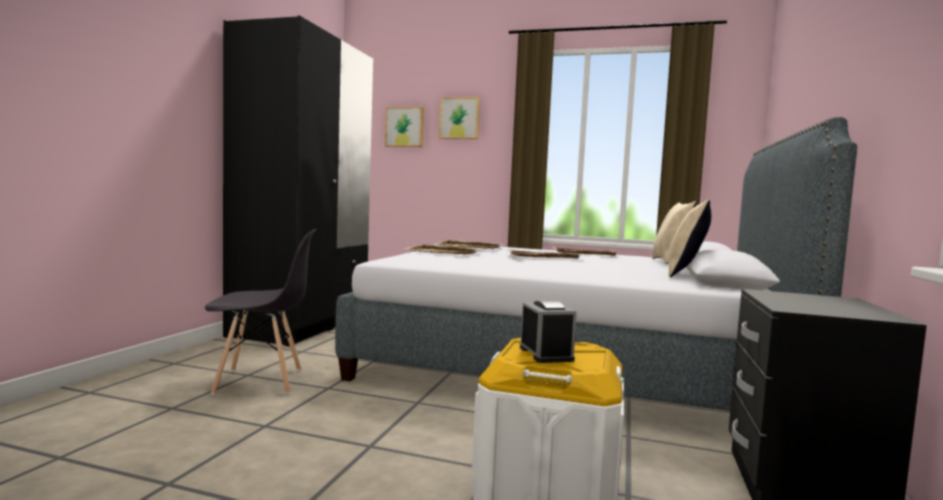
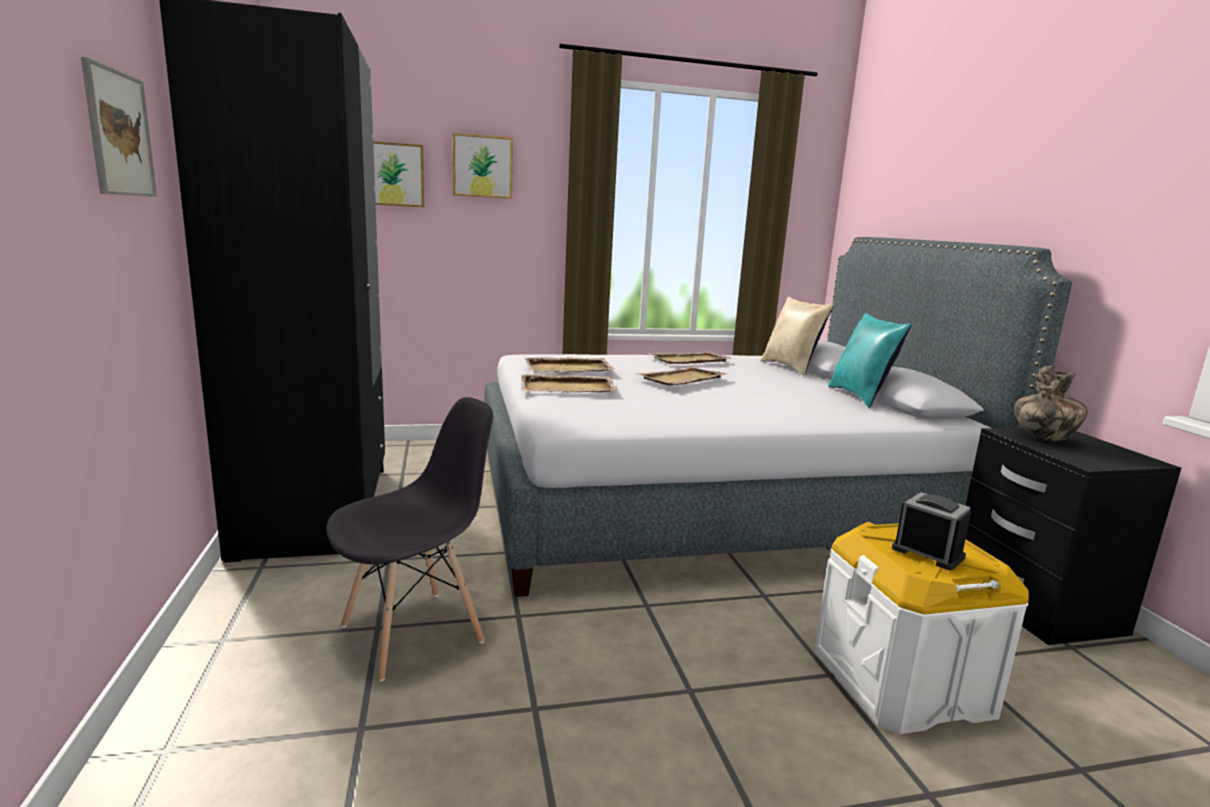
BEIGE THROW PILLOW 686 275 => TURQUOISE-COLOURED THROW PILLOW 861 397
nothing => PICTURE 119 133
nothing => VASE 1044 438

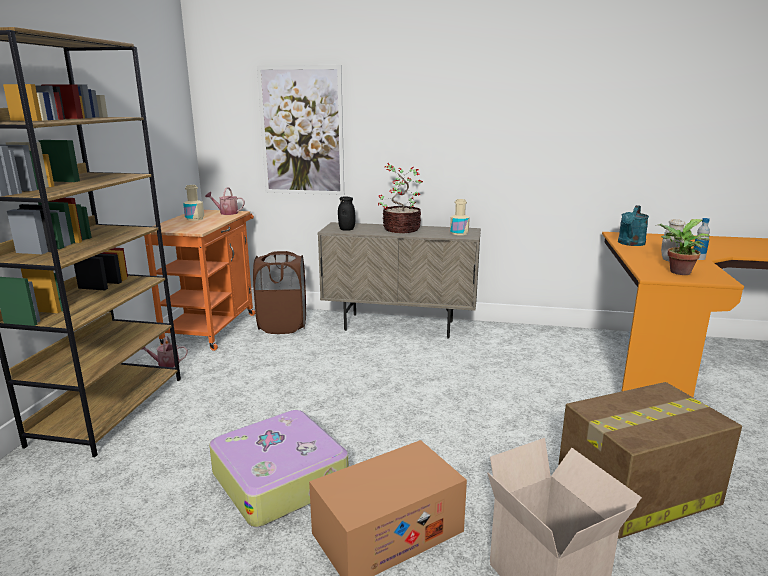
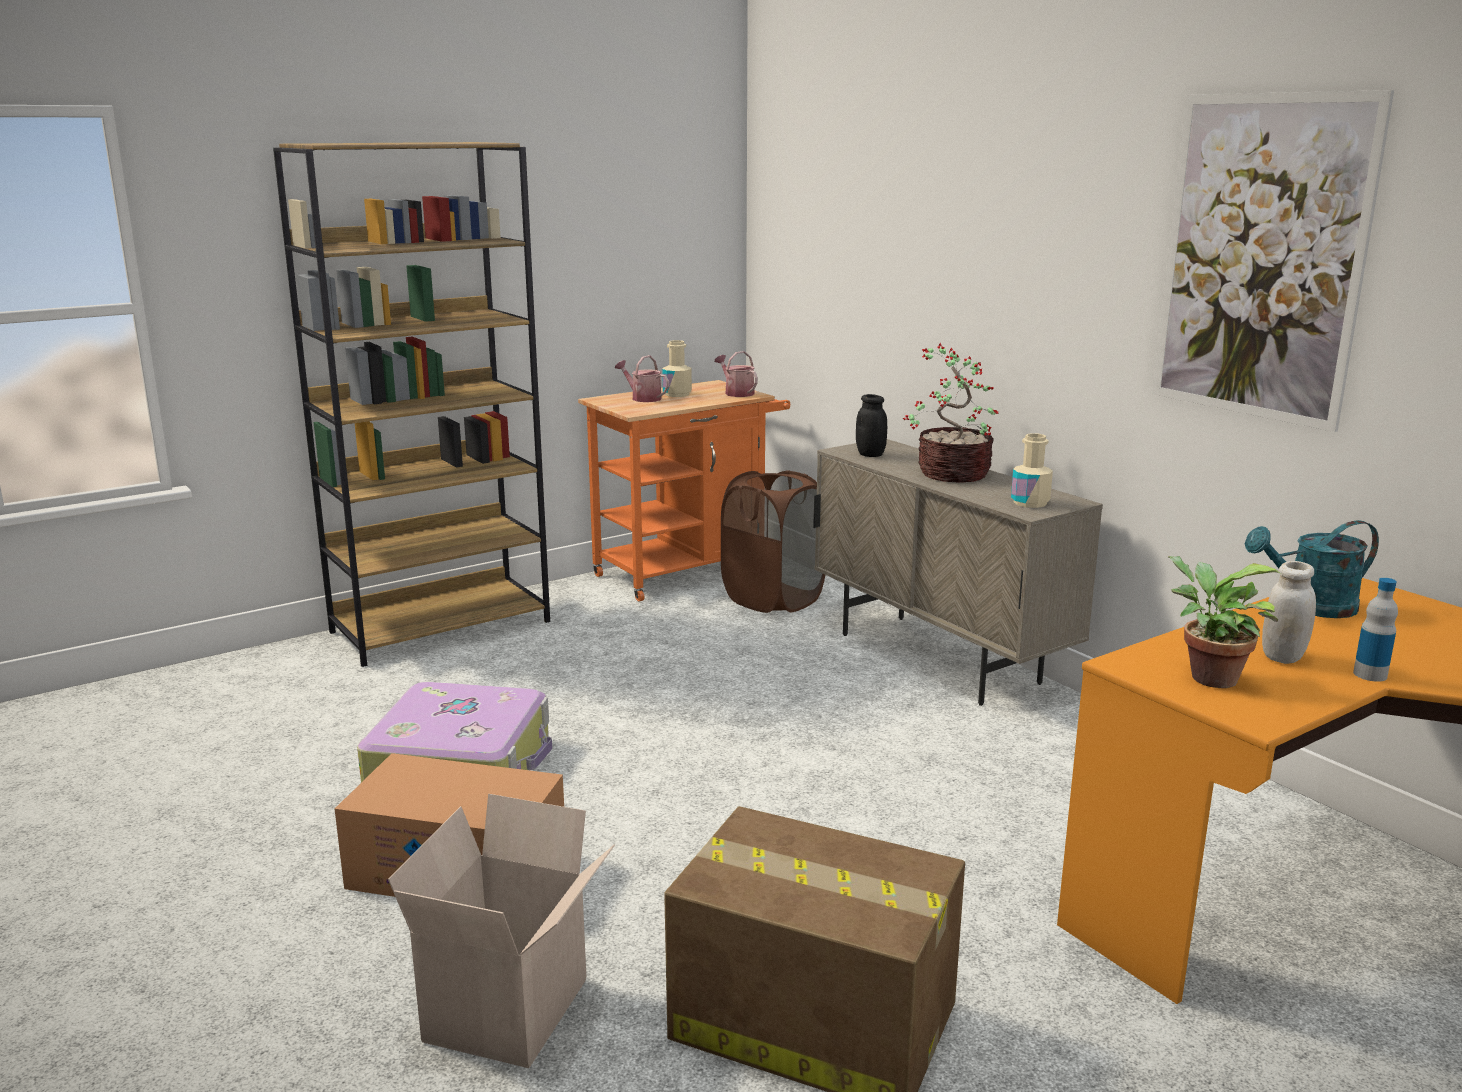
PICTURE 301 131 => PICTURE 1261 258, relocated
SPRINKLING CAN 165 364 => SPRINKLING CAN 643 398, relocated

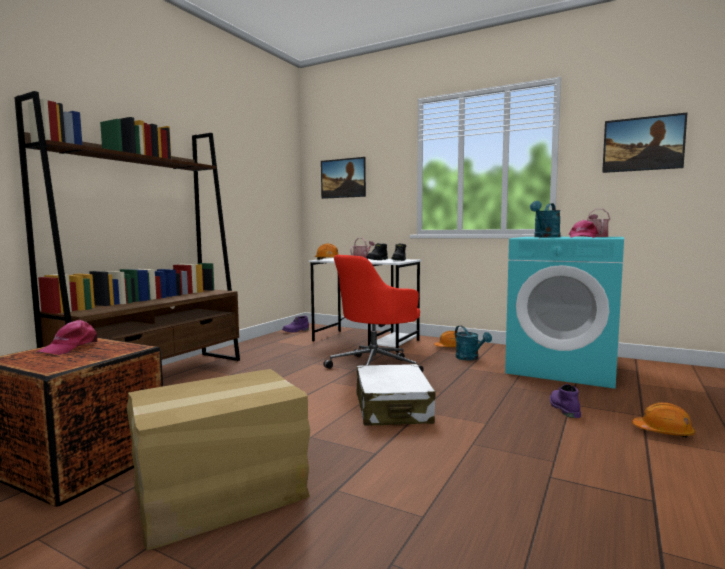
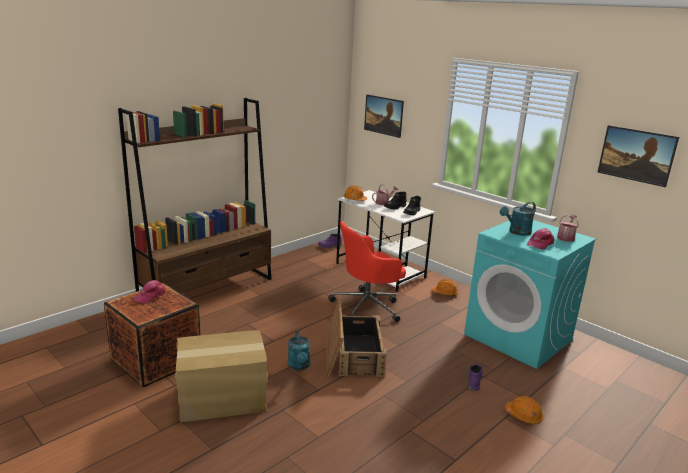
TURQUOISE-COLOURED SPRINKLING CAN 470 358 => TURQUOISE-COLOURED SPRINKLING CAN 299 366, relocated
WHITISH PIECE OF LUGGAGE 392 409 => SHIPPING CRATE 352 354

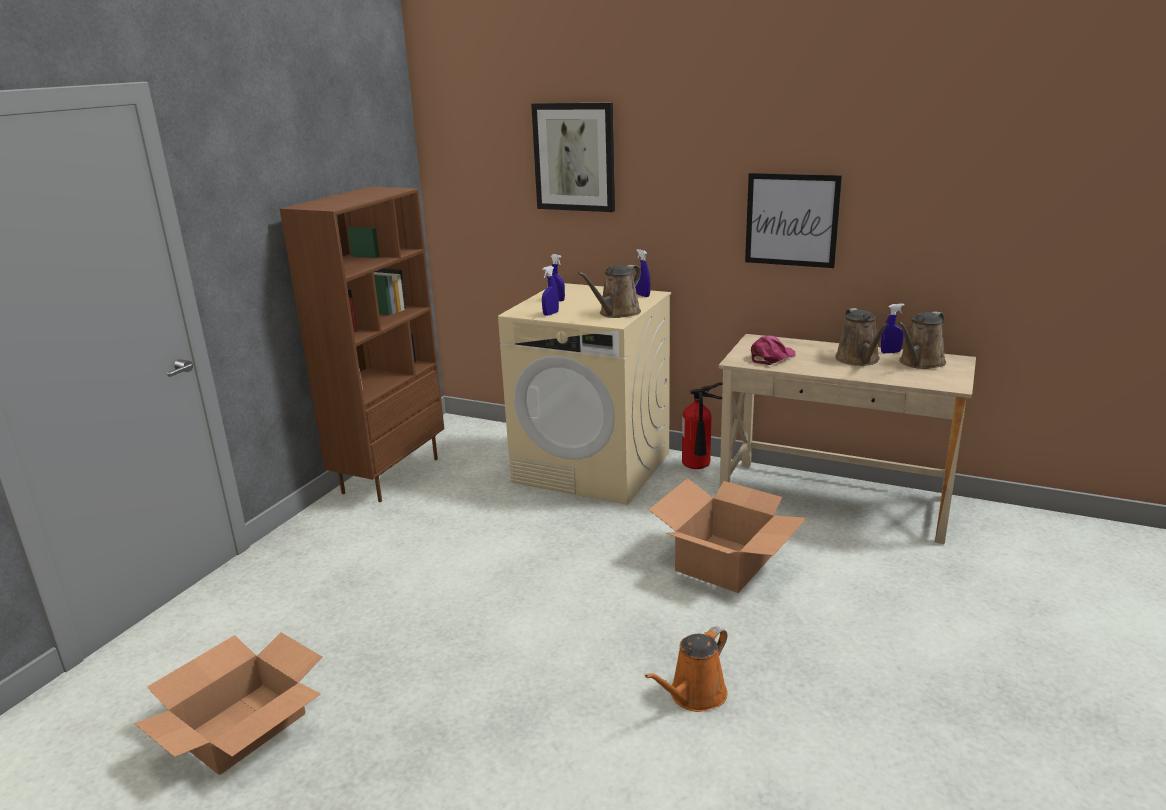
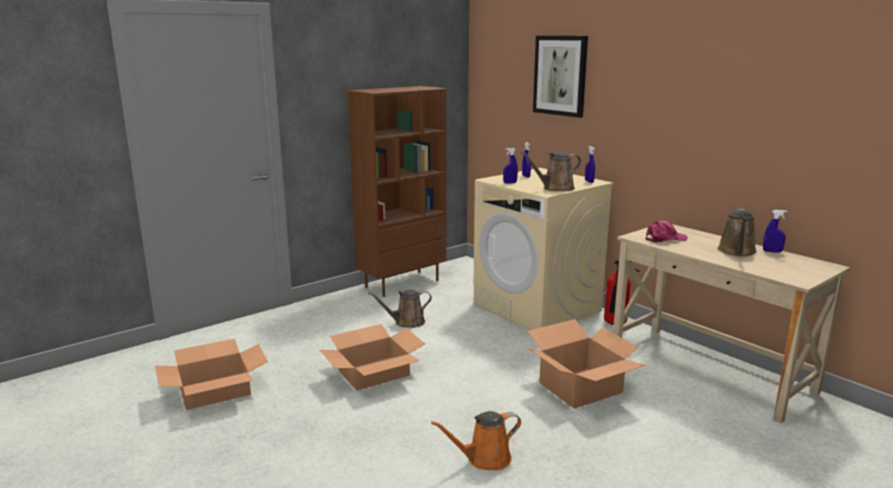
PICTURE 791 220 => nothing
BROWNISH SPRINKLING CAN 920 363 => BROWNISH SPRINKLING CAN 407 322, relocated
nothing => PACKING BOX 374 373

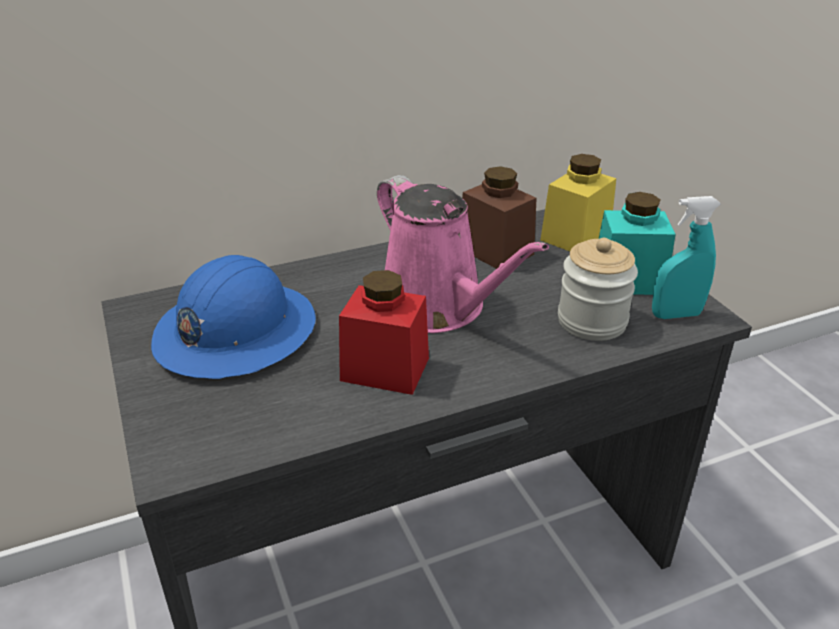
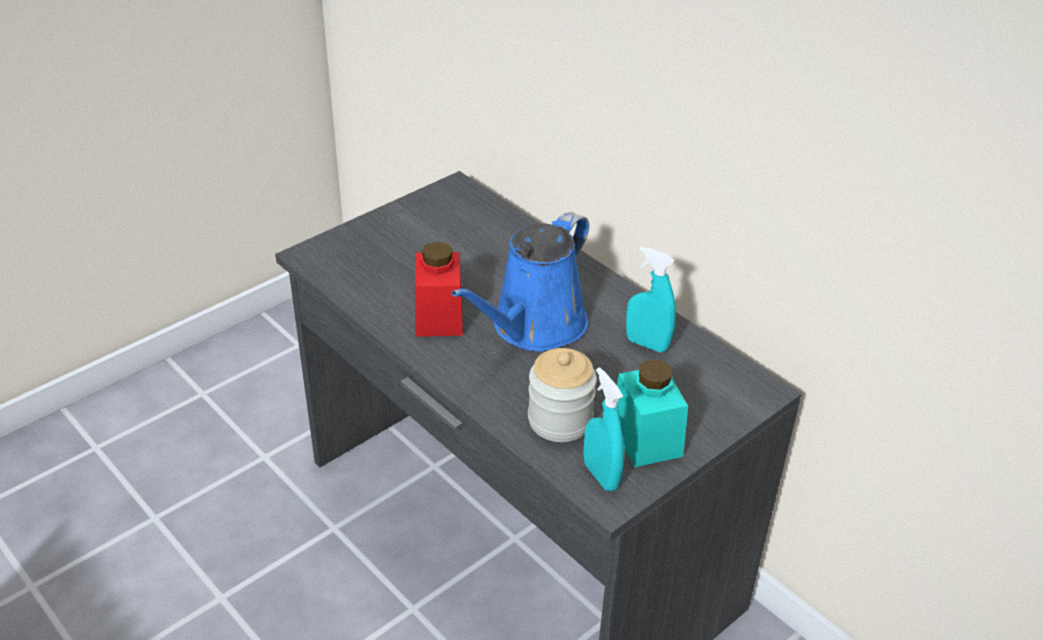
YELLOWISH JAR 575 236 => nothing
BROWNISH JAR 495 251 => TURQUOISE-COLOURED SPRAYER 647 344
PINK SPRINKLING CAN 438 307 => BLUISH SPRINKLING CAN 533 327
BLUISH WORK HELMET 235 333 => nothing

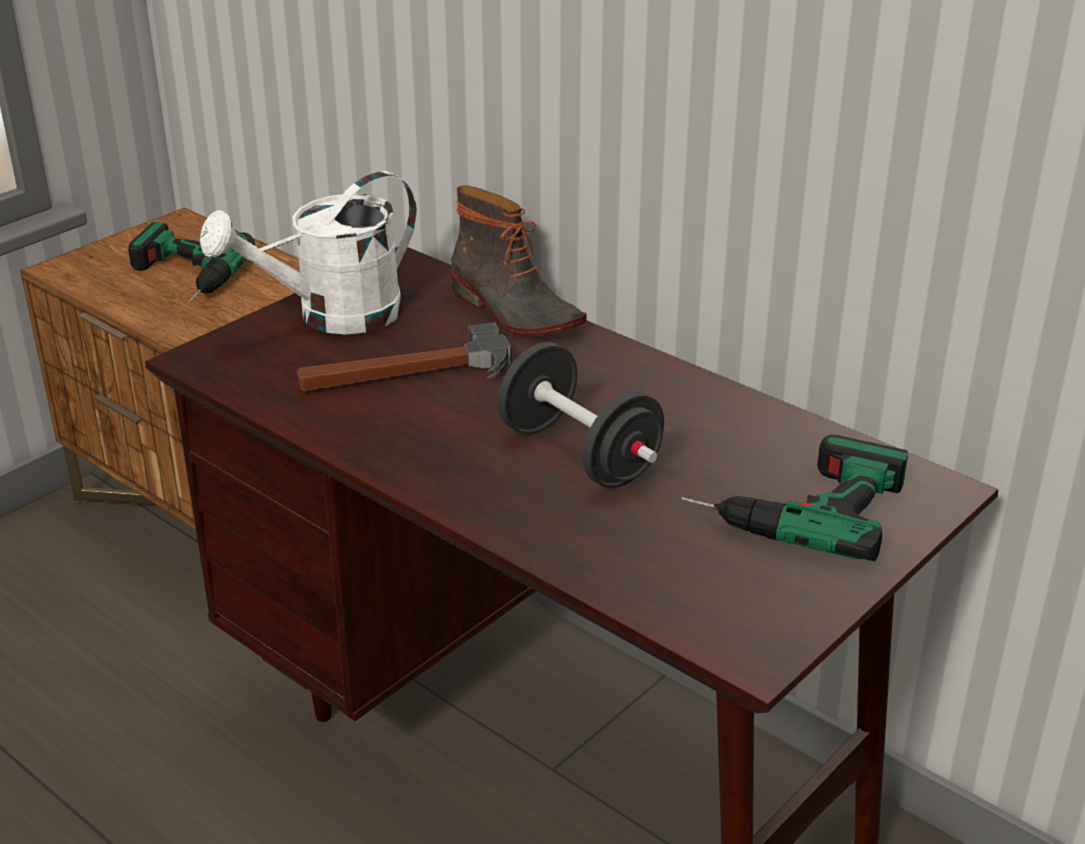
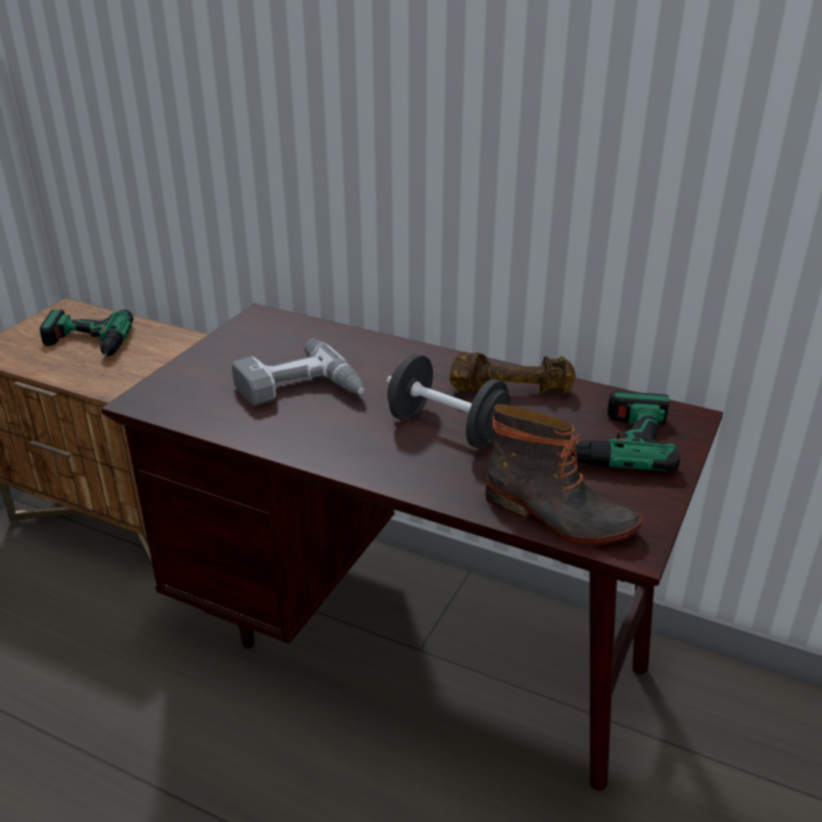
WHITISH SPRINKLING CAN 332 317 => nothing
BOOT 513 313 => BOOT 558 517, relocated
TOOL HAMMER 406 374 => ELECTRIC DRILL 300 391
nothing => BROWNISH FREE WEIGHT 511 390

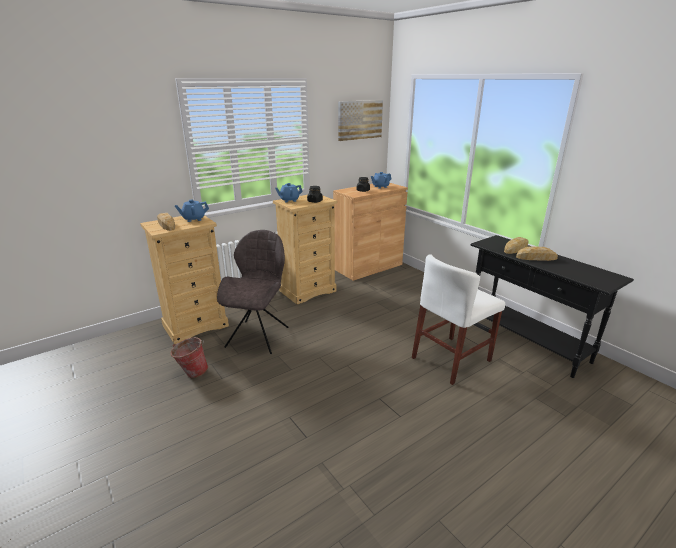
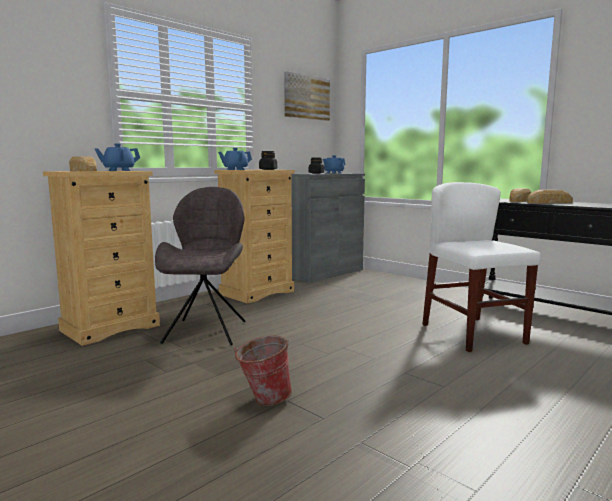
BROWNISH STORAGE CABINET 368 267 => GRAY STORAGE CABINET 323 272
WHITISH CHAIR 451 359 => WHITISH CHAIR 473 334, 120 degrees clockwise
WATER BUCKET 192 372 => WATER BUCKET 263 399, relocated

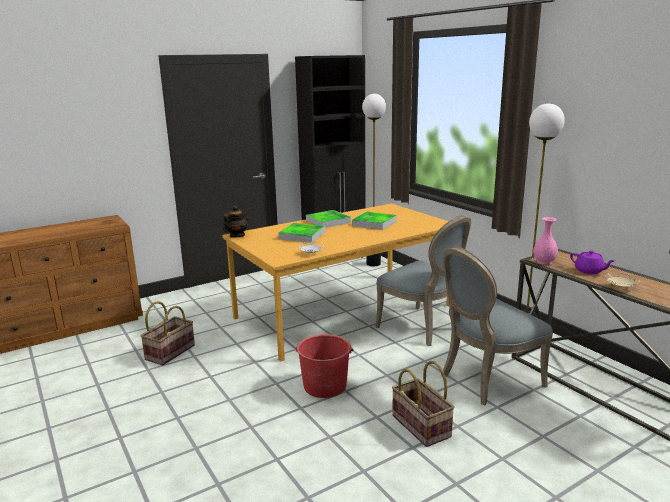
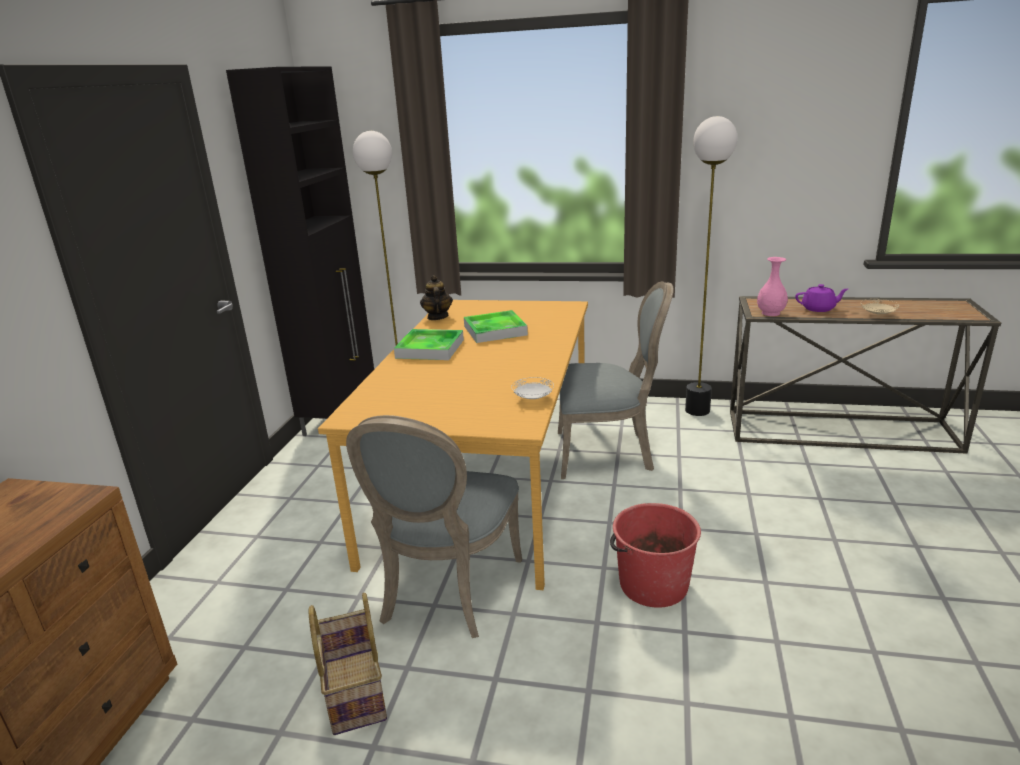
POT FOR TEA 237 236 => POT FOR TEA 437 317, relocated
TRAY 302 235 => nothing
GRAY CHAIR 486 380 => GRAY CHAIR 446 592, relocated
STORAGE BASKET 422 426 => nothing

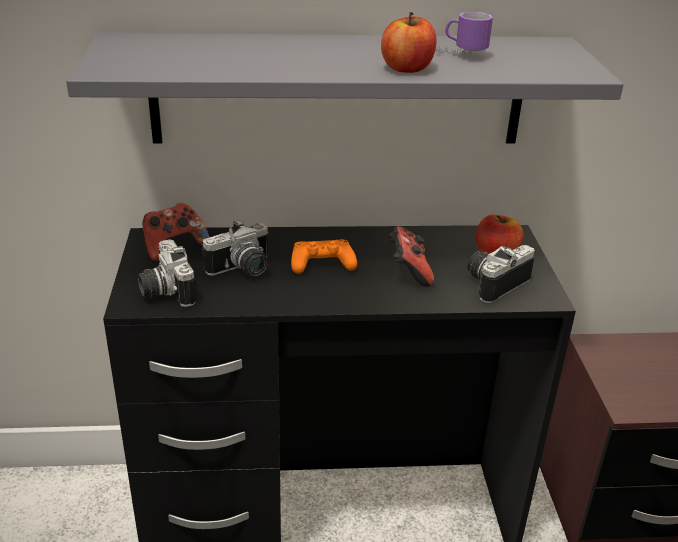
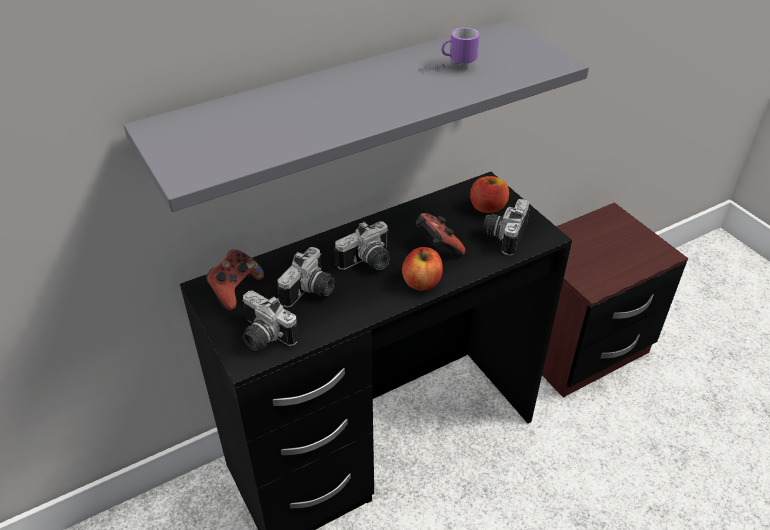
APPLE FRUIT 407 69 => APPLE FRUIT 422 282, relocated
ORANGE-COLOURED GAME CONTROLLER 322 264 => STILL CAMERA 368 263

